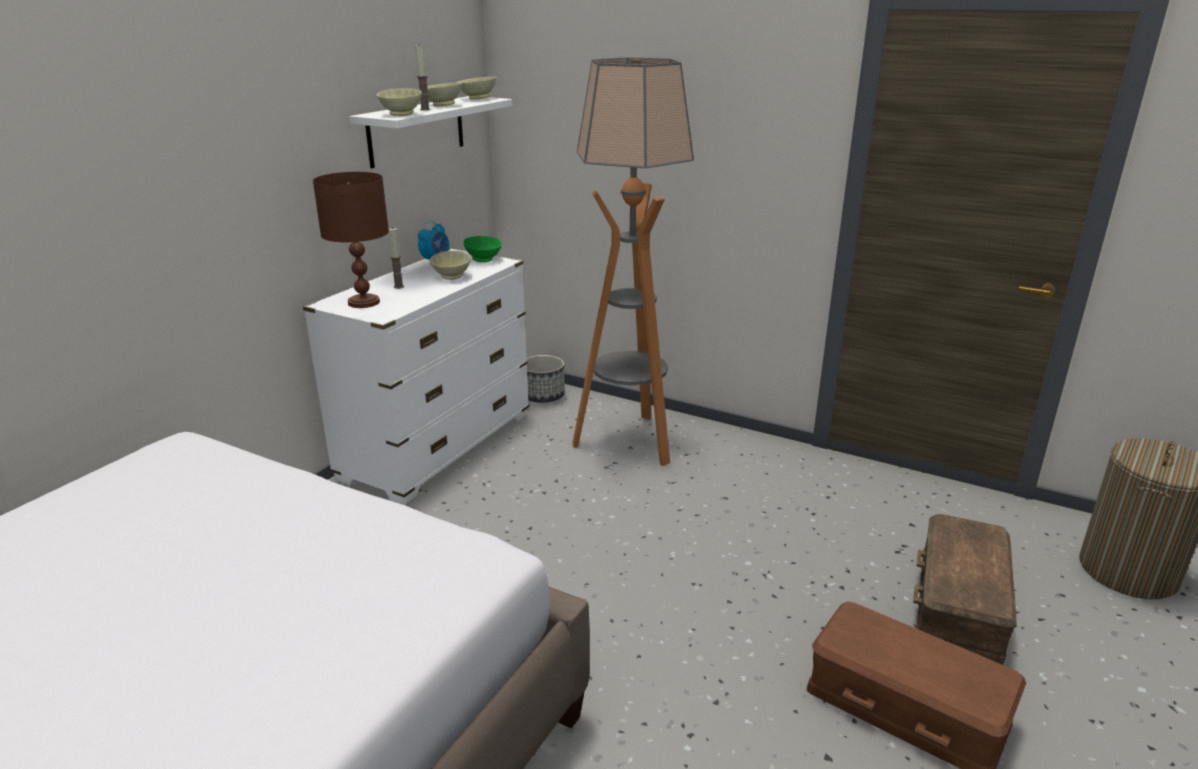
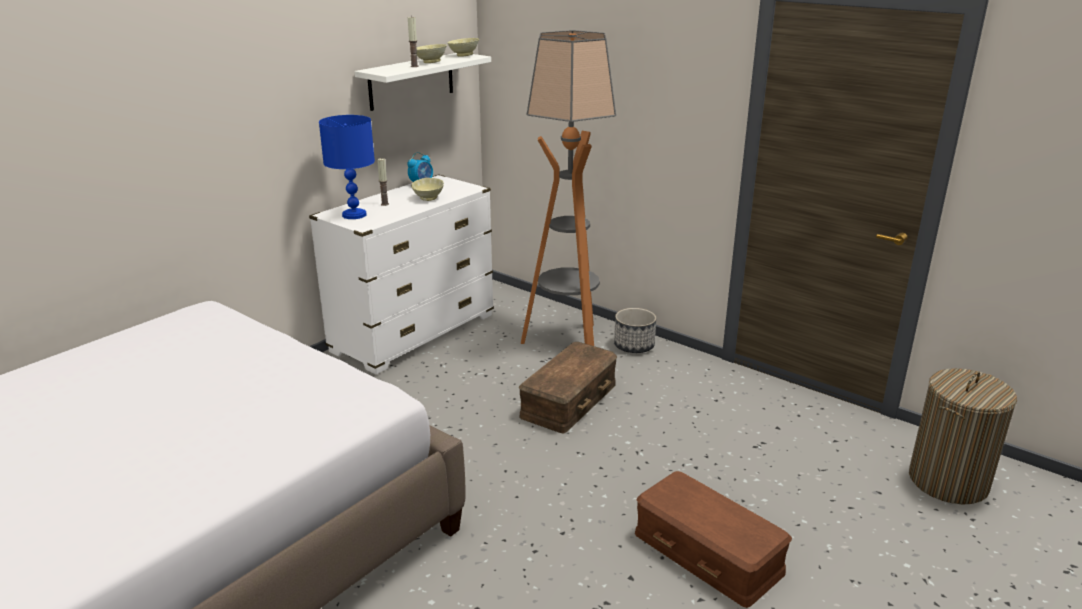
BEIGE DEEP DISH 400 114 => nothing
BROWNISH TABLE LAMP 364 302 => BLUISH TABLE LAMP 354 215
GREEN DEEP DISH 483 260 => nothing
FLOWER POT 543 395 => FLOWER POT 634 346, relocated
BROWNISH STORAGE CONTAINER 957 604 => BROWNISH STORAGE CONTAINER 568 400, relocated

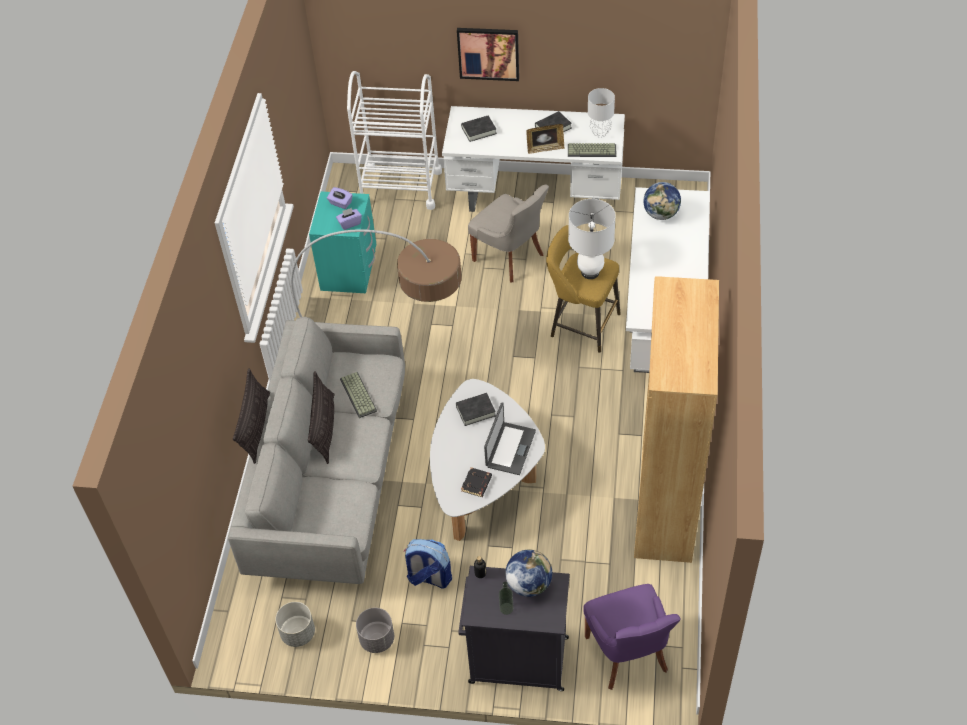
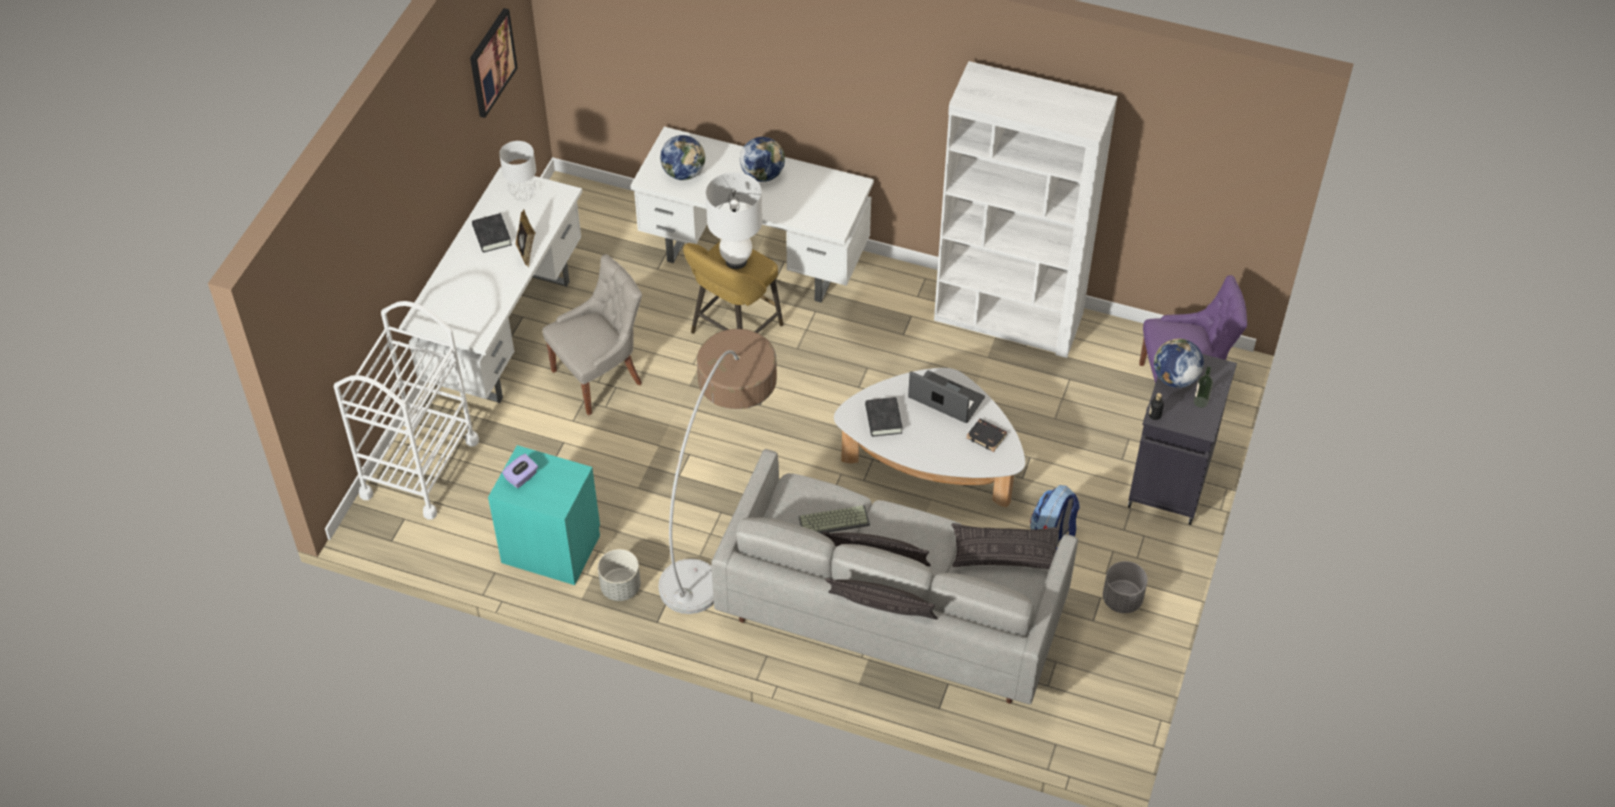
PICTURE 488 53 => PICTURE 491 62, relocated
BLACKISH BOUND BOOK 479 130 => nothing
KEYBOARD 592 150 => nothing
PURPLE-COLOURED TISSUE HOLDER 349 223 => nothing
BROWNISH BOOKCASE 665 506 => WHITISH BOOKCASE 1008 318
GRAY FLOWER POT 297 633 => GRAY FLOWER POT 620 588, relocated
nothing => DESK GLOBE 762 174
nothing => THROW PILLOW 1005 552

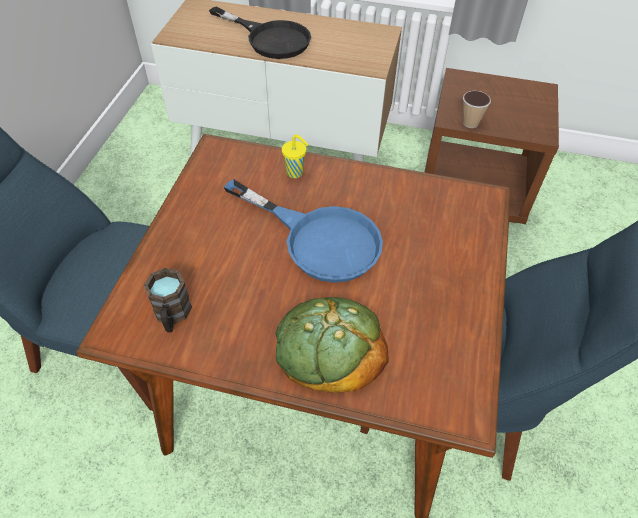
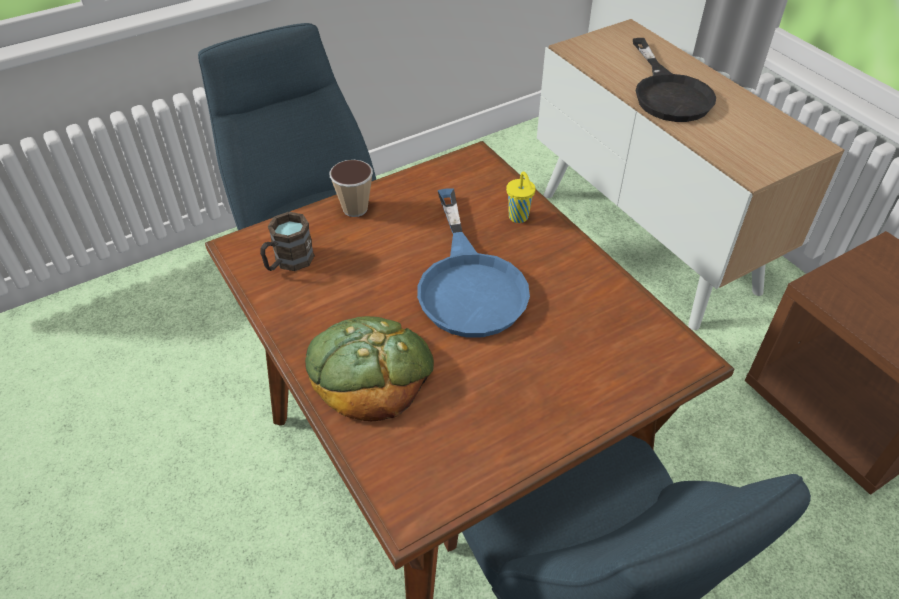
CUP 470 123 => CUP 355 209, relocated

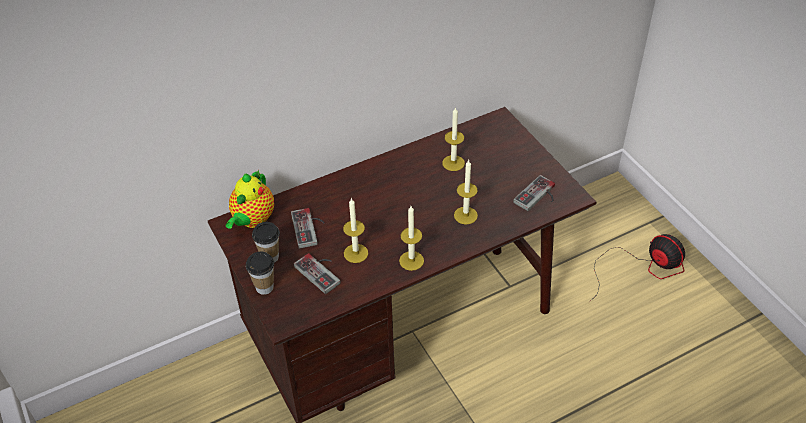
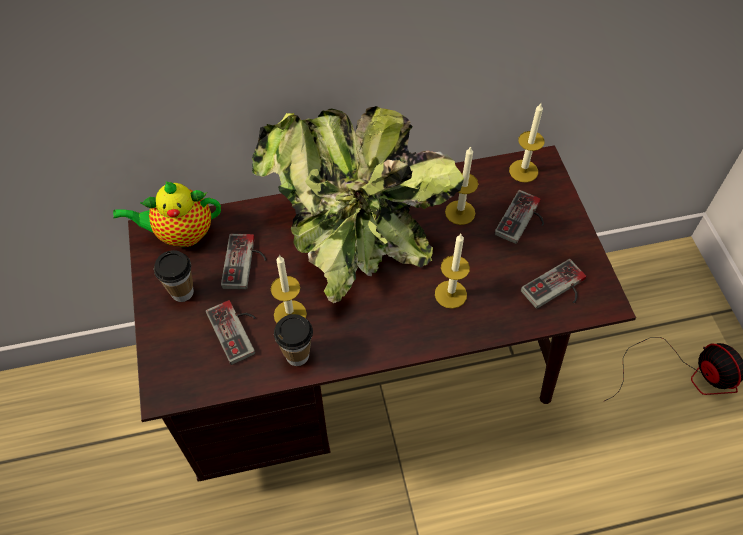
POT FOR TEA 252 220 => POT FOR TEA 181 234, 45 degrees clockwise
WAX CANDLE 411 260 => WAX CANDLE 523 171, relocated
CUP 264 287 => CUP 297 355, relocated
nothing => POTTED PLANT 349 238
nothing => GAME CONTROLLER 524 221

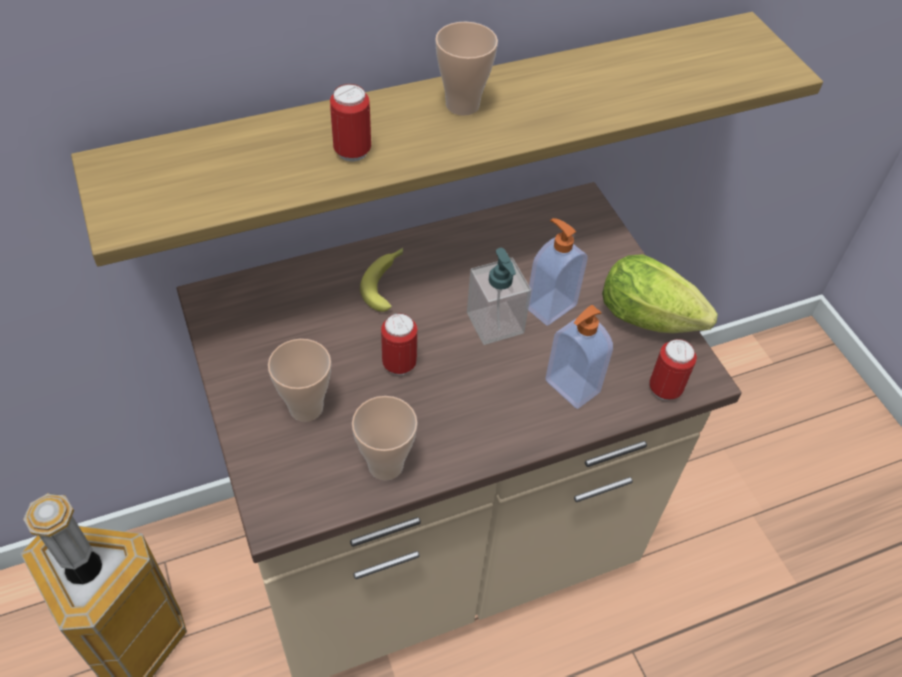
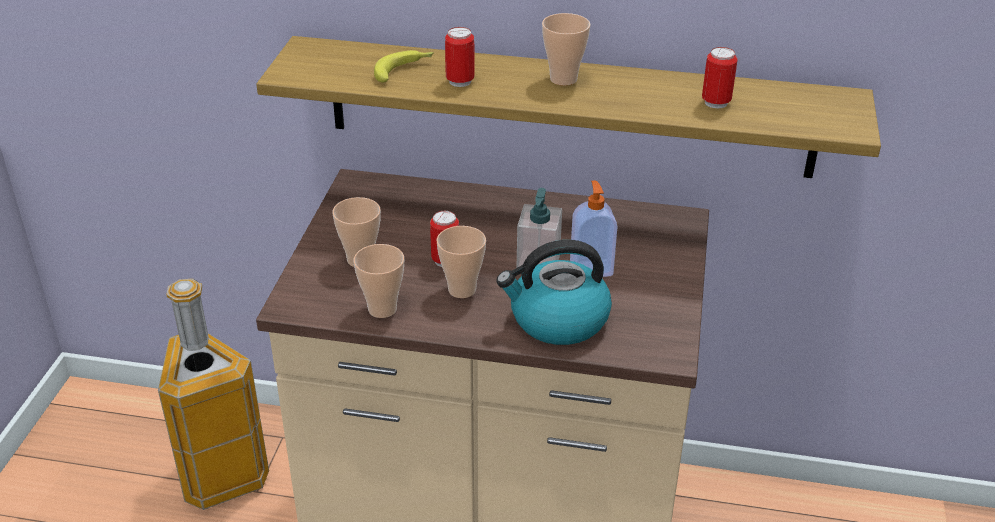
WHOLE BANANA 386 282 => WHOLE BANANA 404 70, relocated
LETTUCE HEAD 654 320 => nothing
SOAP BOTTLE 571 387 => WATER KETTLE 557 320
CAN 664 389 => CAN 716 102, relocated
nothing => CUP 462 290

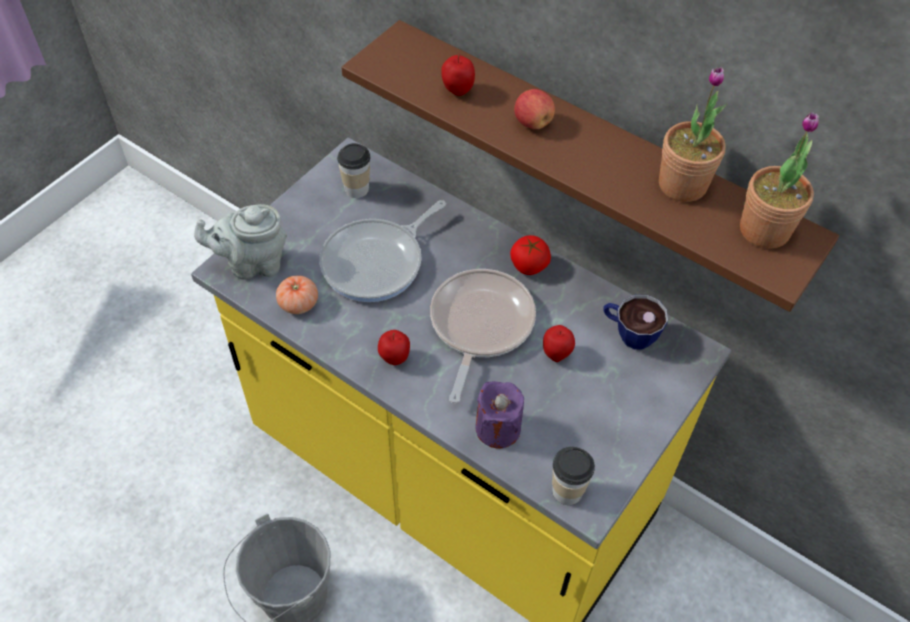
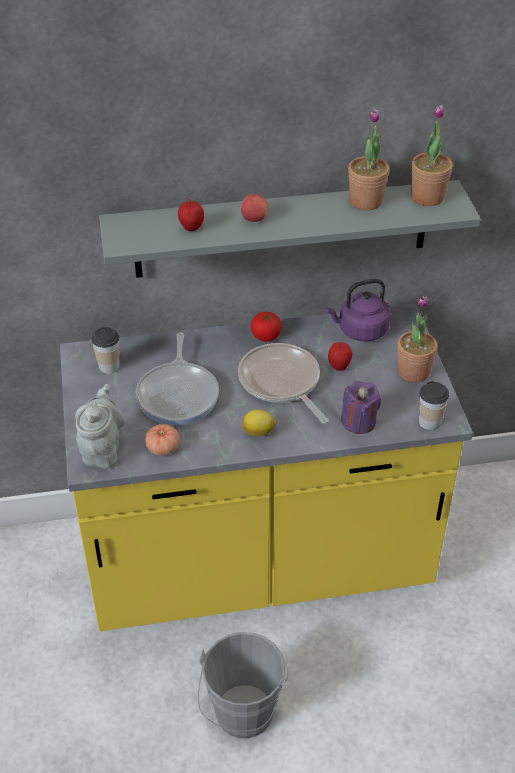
BROWNISH SHELF 592 157 => GRAY SHELF 282 229
GRAY POT FOR TEA 252 264 => GRAY POT FOR TEA 102 450, 150 degrees clockwise
CUP 629 333 => PURPLE-COLOURED WATER KETTLE 360 331
APPLE FRUIT 394 358 => CITRUS FRUIT 259 432
nothing => POTTED PLANT 413 372

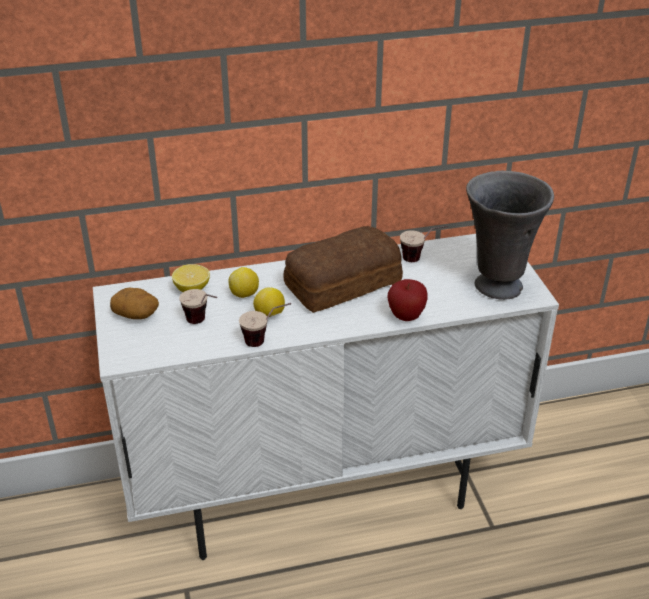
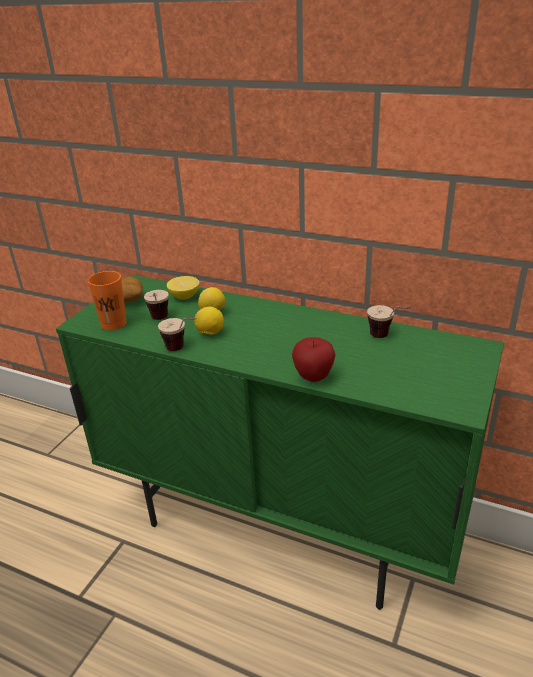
GRAY VASE 496 286 => nothing
BREAD 340 283 => nothing
WHITISH STORAGE CABINET 324 492 => GREEN STORAGE CABINET 279 527
nothing => ORANGE-COLOURED CUP 114 324

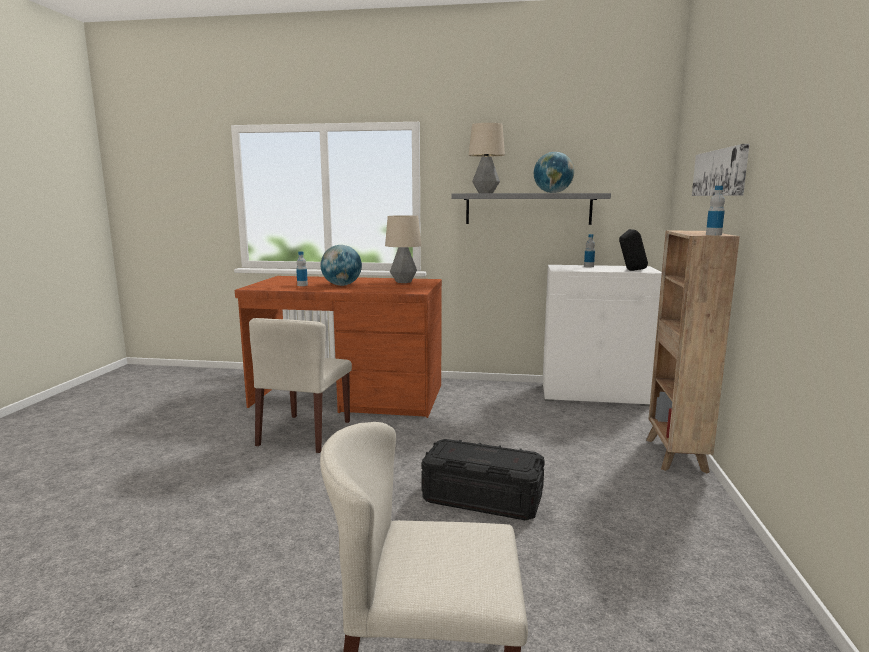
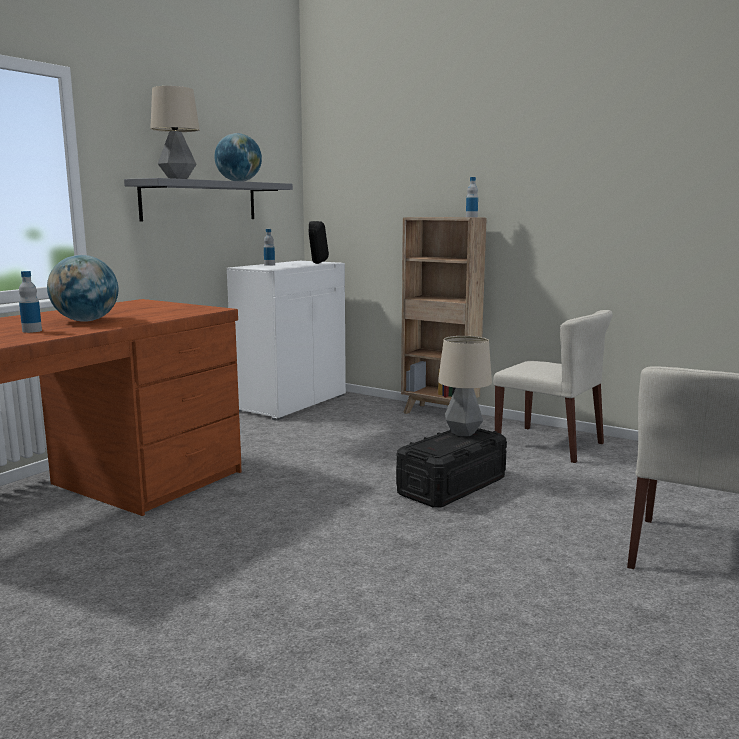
PICTURE 720 173 => nothing
TABLE LAMP 403 282 => TABLE LAMP 463 433, relocated
BEIGE CHAIR 305 433 => BEIGE CHAIR 550 444, relocated

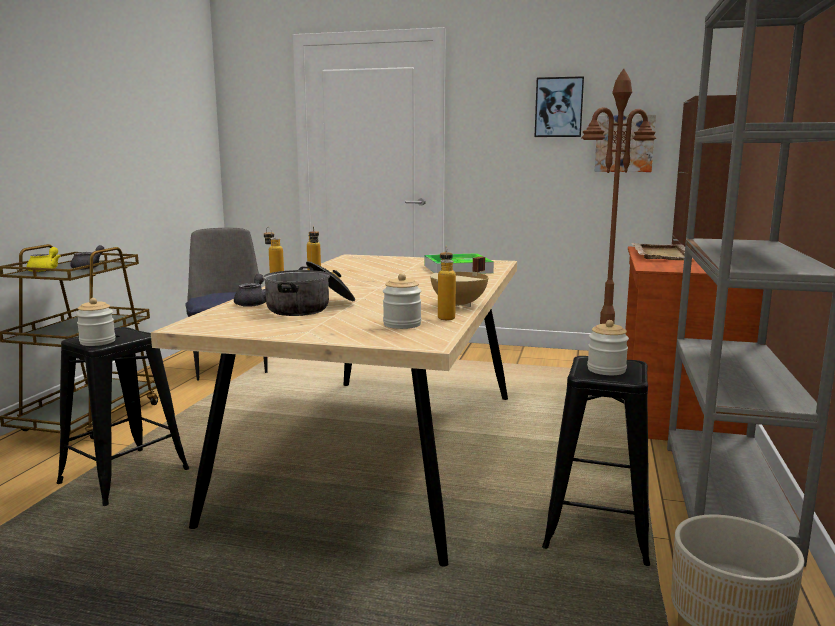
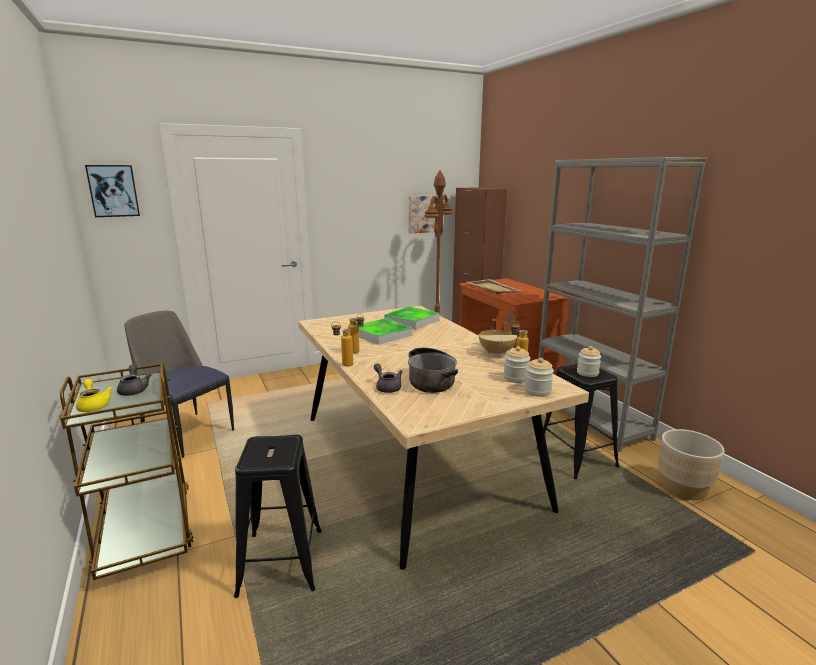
PICTURE 559 107 => PICTURE 113 191, relocated
JAR 97 342 => JAR 537 391, relocated
nothing => TRAY 382 334

